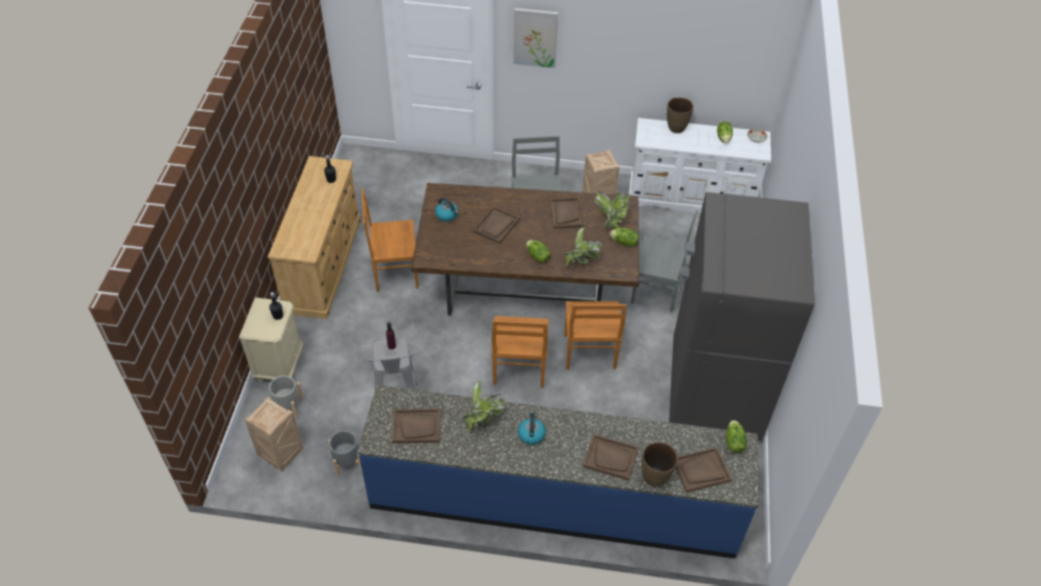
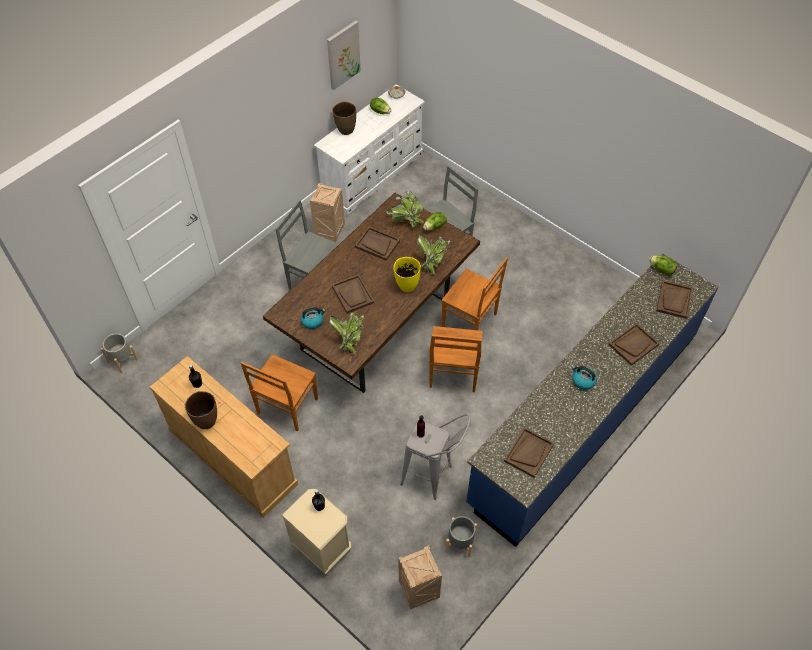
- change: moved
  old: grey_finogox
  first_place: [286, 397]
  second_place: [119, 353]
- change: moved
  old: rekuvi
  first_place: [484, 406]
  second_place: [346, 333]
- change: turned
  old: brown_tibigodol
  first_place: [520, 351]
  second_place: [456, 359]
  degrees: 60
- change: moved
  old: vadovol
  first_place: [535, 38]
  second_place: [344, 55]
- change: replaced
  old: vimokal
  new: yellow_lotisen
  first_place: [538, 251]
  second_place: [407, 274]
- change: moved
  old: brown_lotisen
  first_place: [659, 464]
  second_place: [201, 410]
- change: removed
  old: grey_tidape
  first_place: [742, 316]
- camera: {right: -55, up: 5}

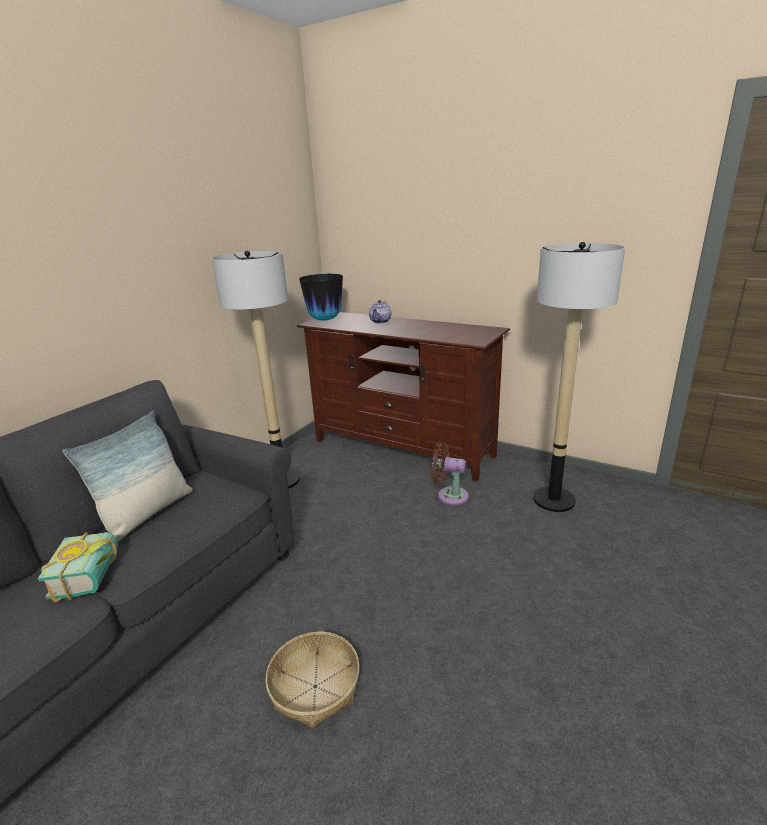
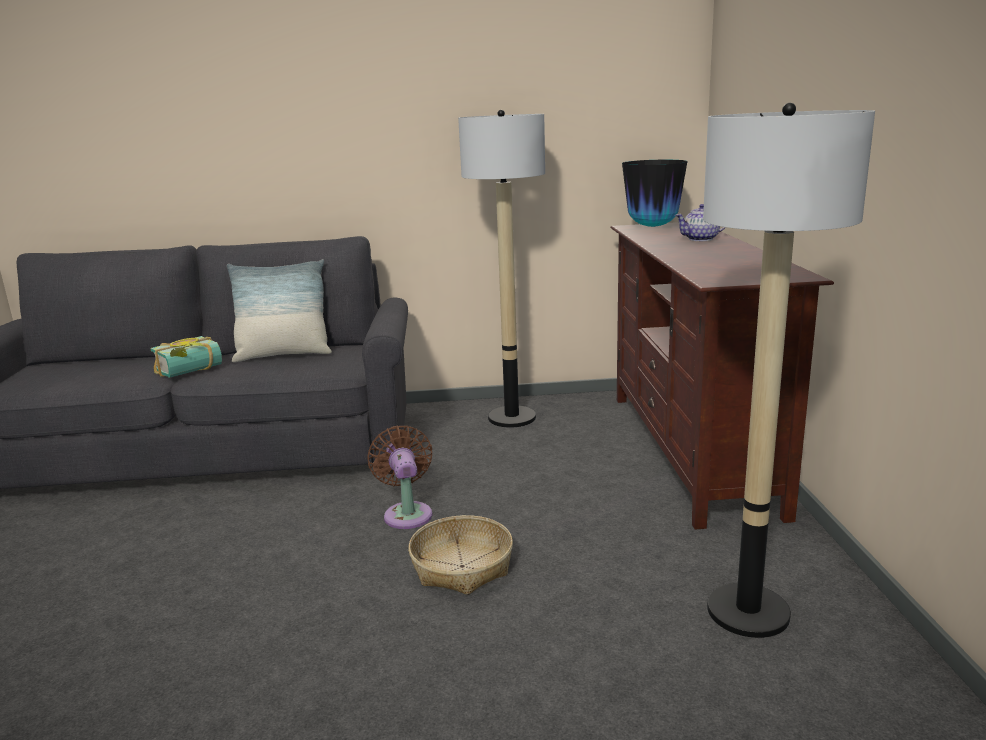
- change: moved
  old: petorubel
  first_place: [313, 680]
  second_place: [460, 555]
- change: moved
  old: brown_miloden
  first_place: [449, 474]
  second_place: [400, 477]
- camera: {right: 55, up: -5}

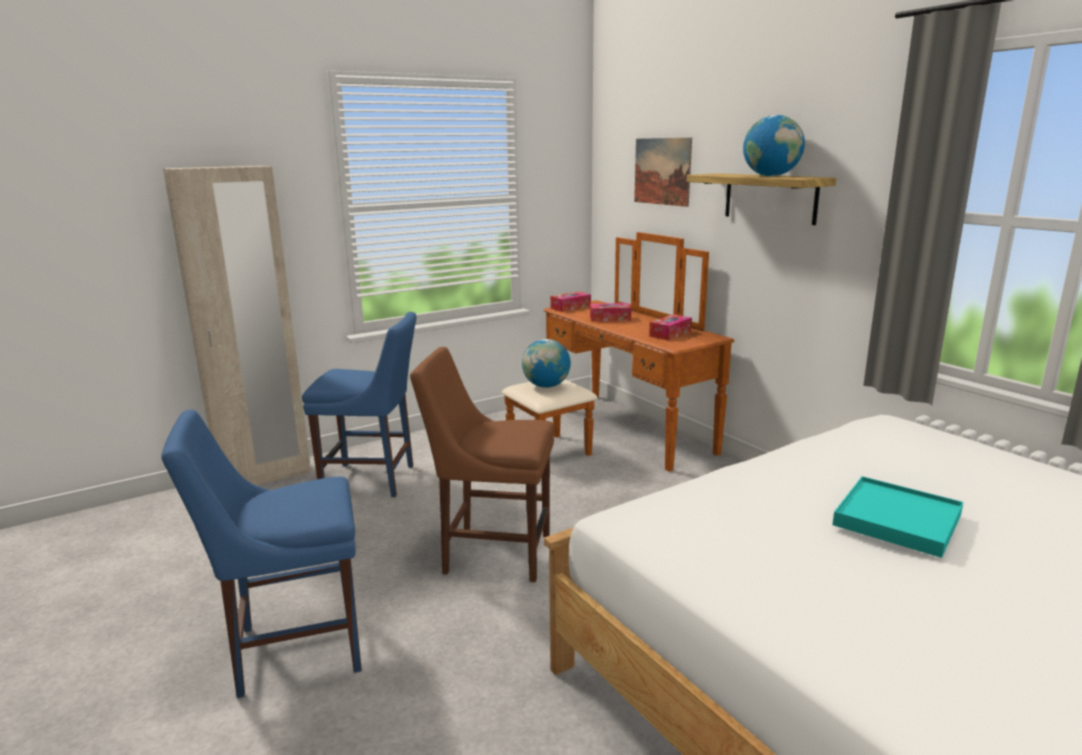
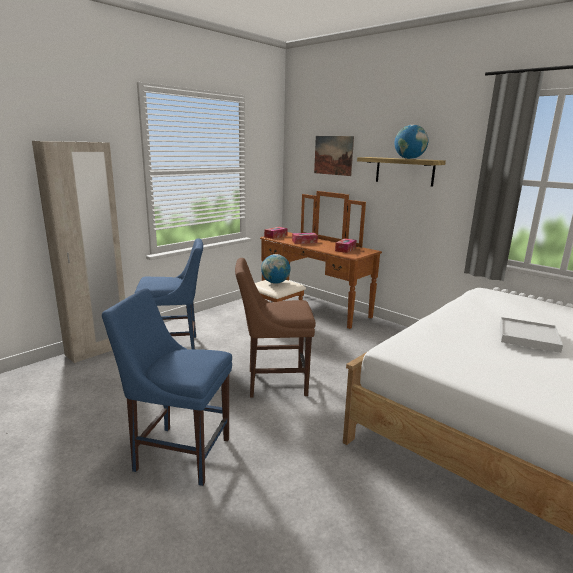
- change: turned
  old: blue_tibigodol
  first_place: [261, 554]
  second_place: [167, 387]
  degrees: 45
- change: recoloured
  old: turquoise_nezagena
  new: white_nezagena
  first_place: [897, 517]
  second_place: [531, 335]
- camera: {right: -15, up: 0}

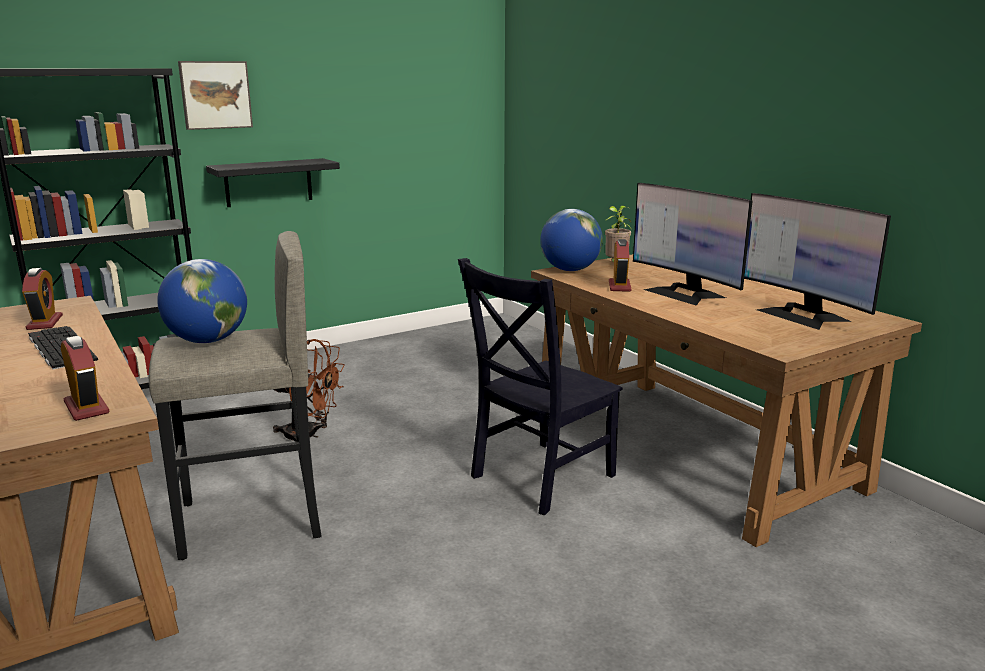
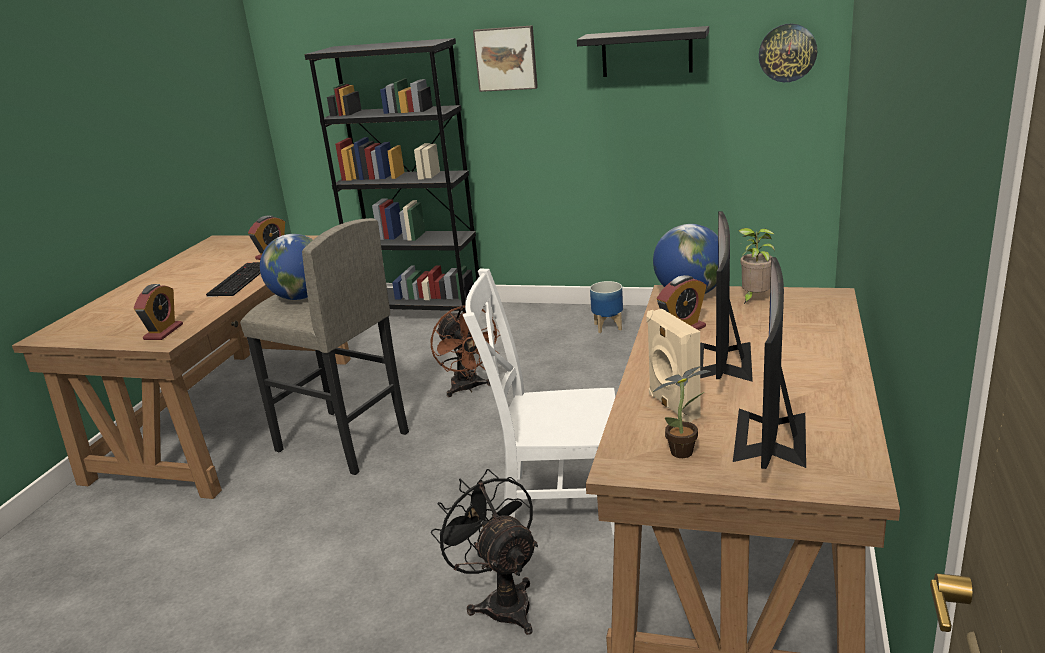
- change: moved
  old: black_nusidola
  first_place: [273, 182]
  second_place: [643, 51]
- change: recoloured
  old: black_tibigodol
  new: white_tibigodol
  first_place: [540, 386]
  second_place: [539, 401]
- change: added
  new: black_miloden
  second_place: [484, 552]
- change: added
  new: finogox
  second_place: [606, 307]
- change: added
  new: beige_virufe
  second_place: [673, 365]
- change: added
  new: rekuvi
  second_place: [682, 412]
- change: added
  new: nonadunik
  second_place: [788, 53]
- camera: {right: 50, up: 5}

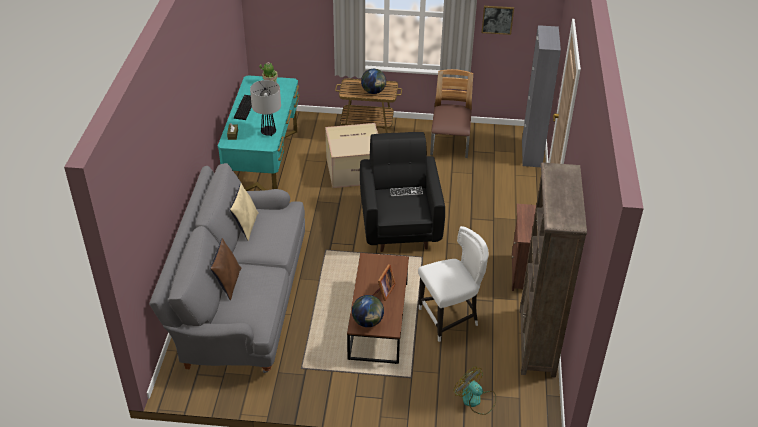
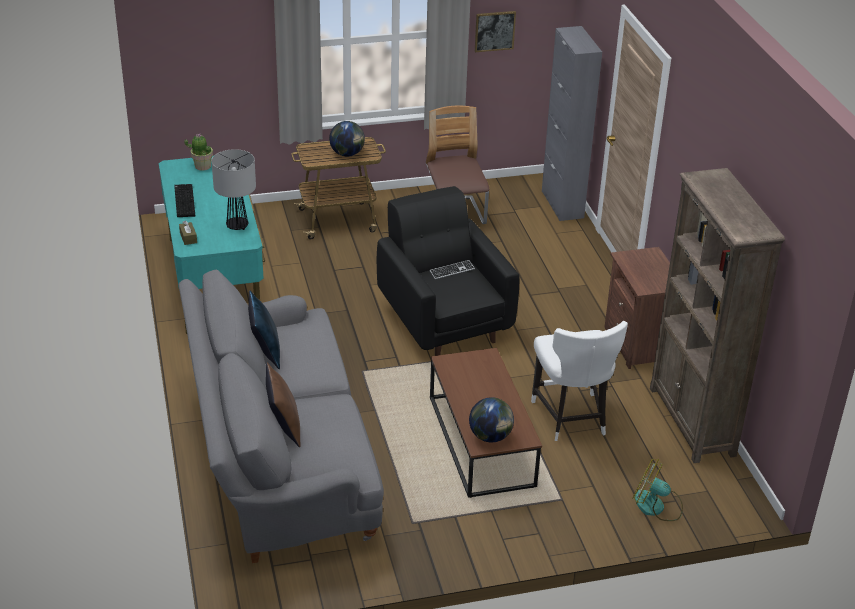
- change: recoloured
  old: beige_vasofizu
  new: blue_vasofizu
  first_place: [244, 212]
  second_place: [264, 330]
- change: removed
  old: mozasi
  first_place: [351, 155]
- change: removed
  old: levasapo
  first_place: [384, 282]
- change: turned
  old: white_tibigodol
  first_place: [453, 284]
  second_place: [579, 381]
  degrees: 120
- camera: {right: -20, up: -5}

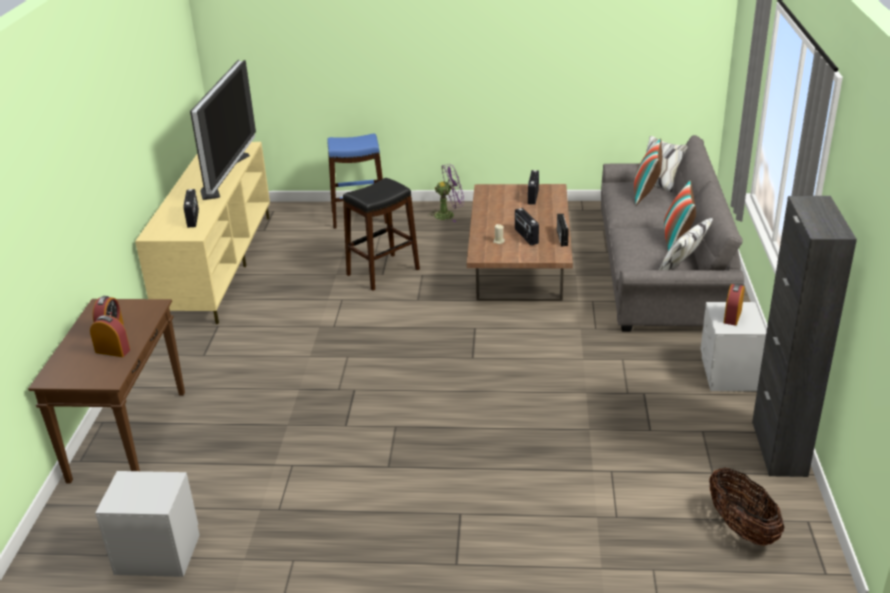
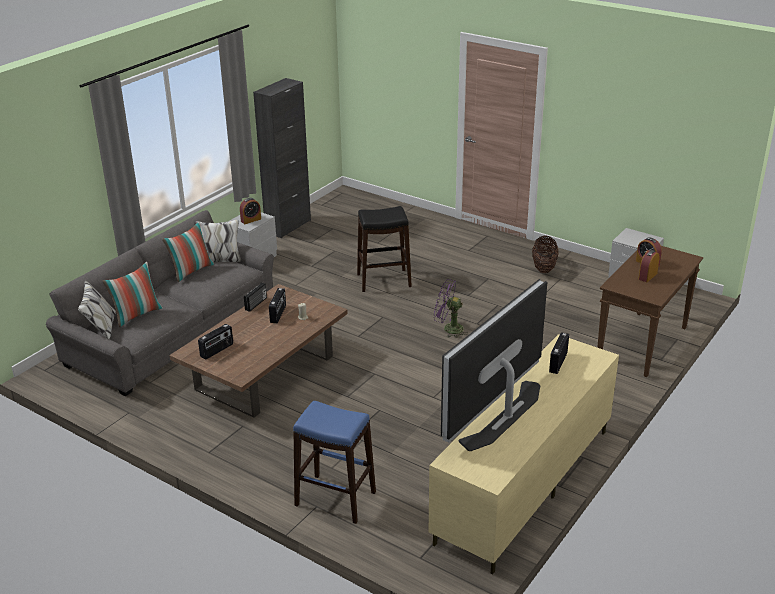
- change: moved
  old: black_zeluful
  first_place: [381, 234]
  second_place: [384, 249]
- change: moved
  old: purple_miloden
  first_place: [445, 193]
  second_place: [450, 308]
- change: moved
  old: petorubel
  first_place: [746, 507]
  second_place: [545, 254]
- camera: {right: -150, up: 0}

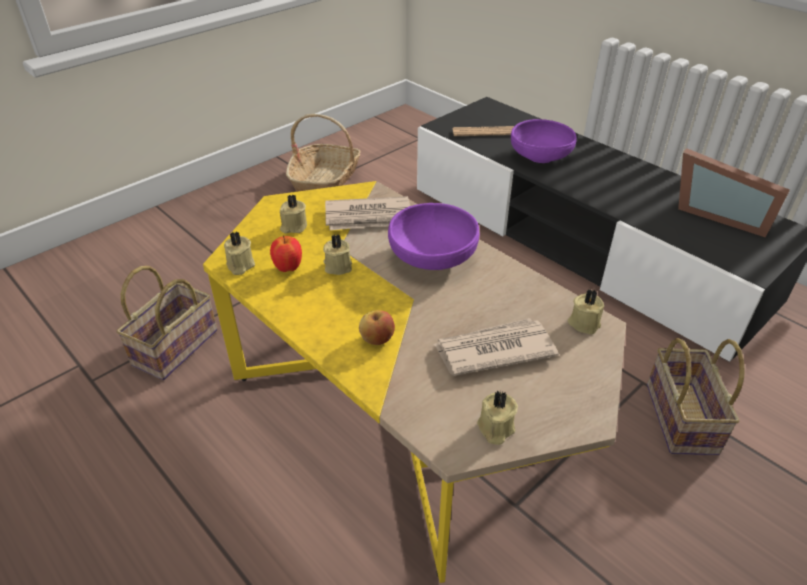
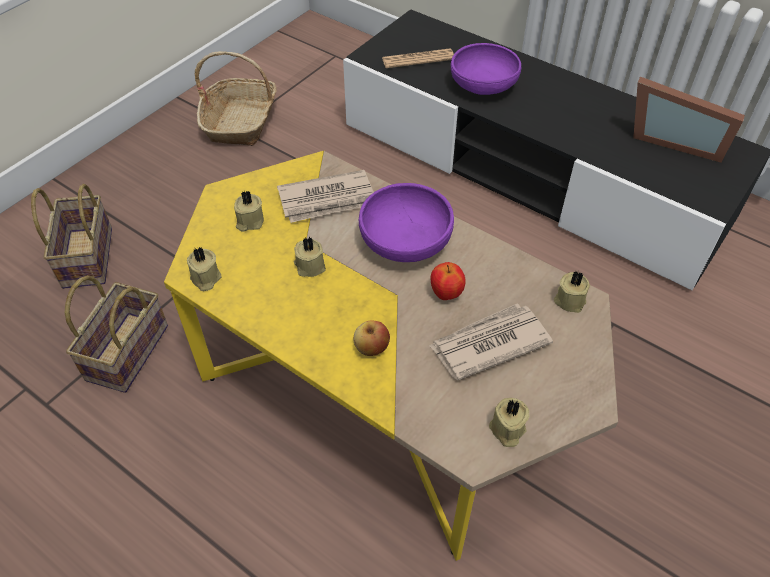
- change: moved
  old: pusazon
  first_place: [286, 253]
  second_place: [448, 281]
- change: moved
  old: petorubel
  first_place: [696, 396]
  second_place: [71, 236]
- camera: {right: -10, up: 10}

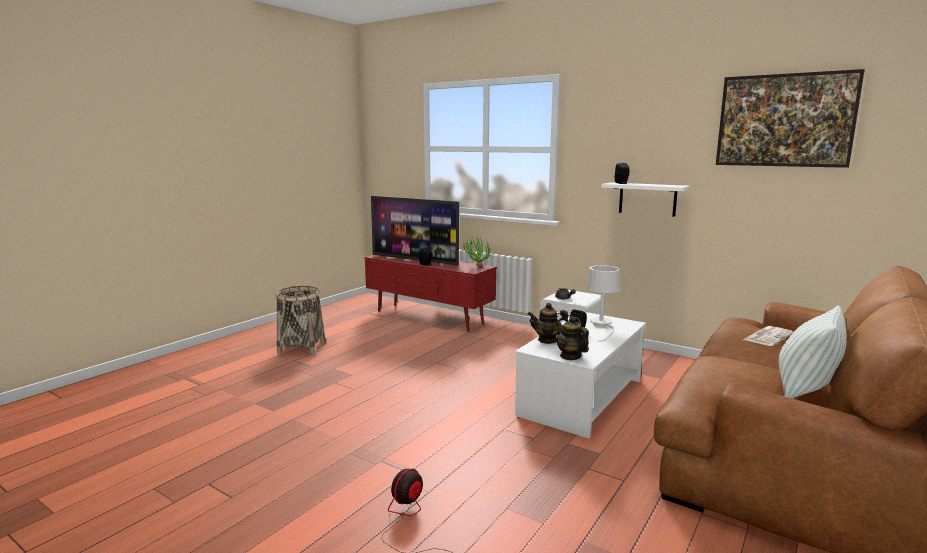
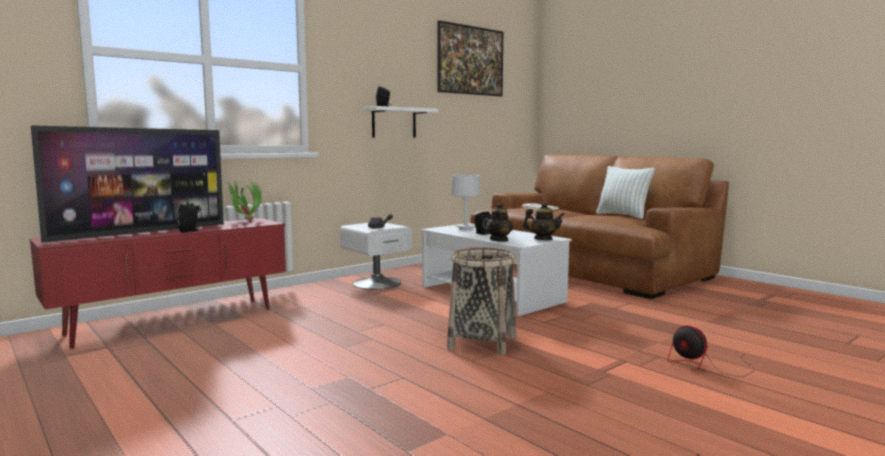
- change: moved
  old: petorubel
  first_place: [301, 320]
  second_place: [481, 301]
- change: turned
  old: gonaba
  first_place: [573, 338]
  second_place: [544, 221]
  degrees: -150
- camera: {right: -75, up: -5}

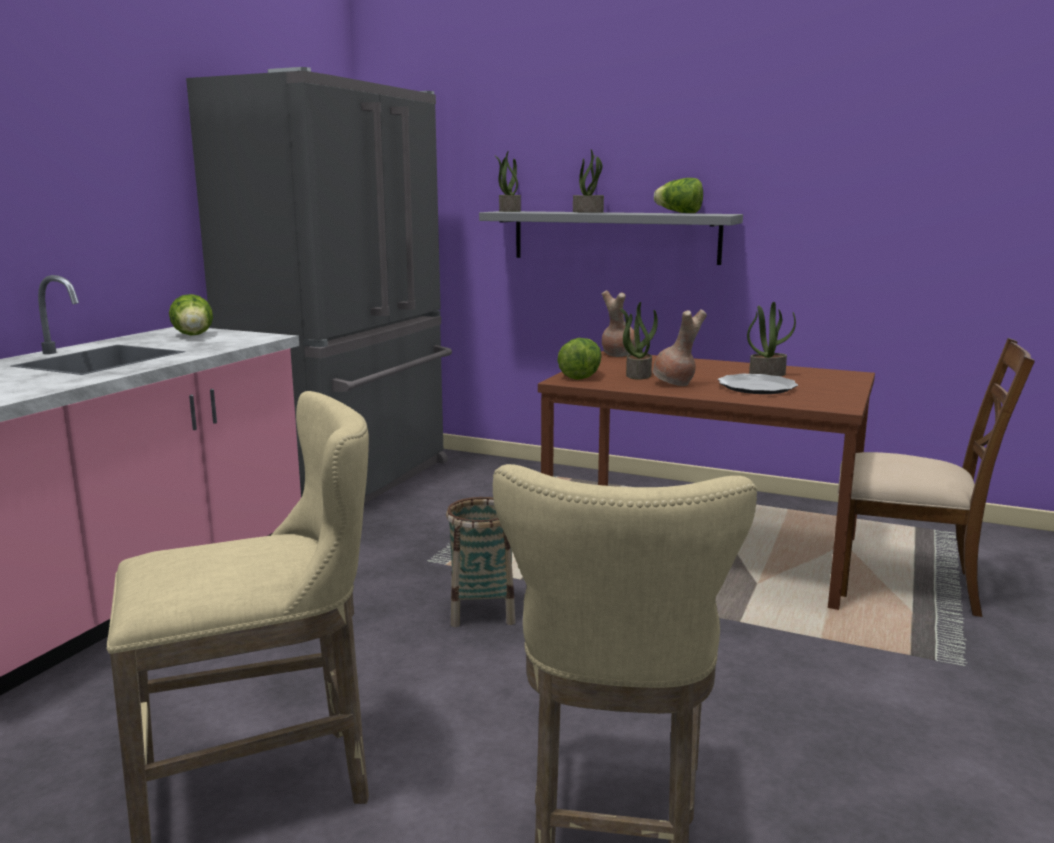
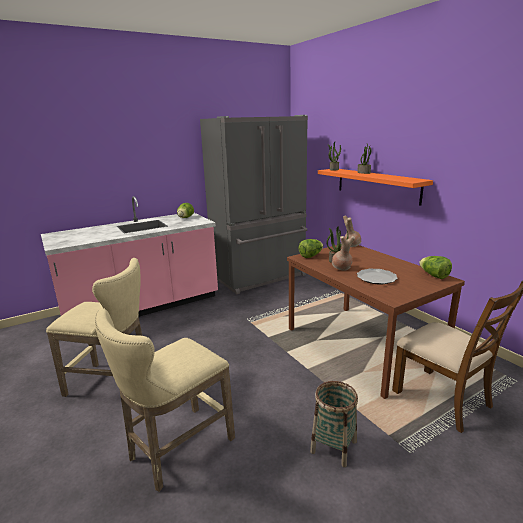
- change: moved
  old: petorubel
  first_place: [481, 562]
  second_place: [334, 424]
- change: recoloured
  old: grey_nusidola
  new: orange_nusidola
  first_place: [611, 238]
  second_place: [375, 187]
- change: moved
  old: vimokal
  first_place: [678, 195]
  second_place: [435, 267]
- change: removed
  old: rekuvi
  first_place: [771, 339]
- camera: {right: 35, up: 5}

